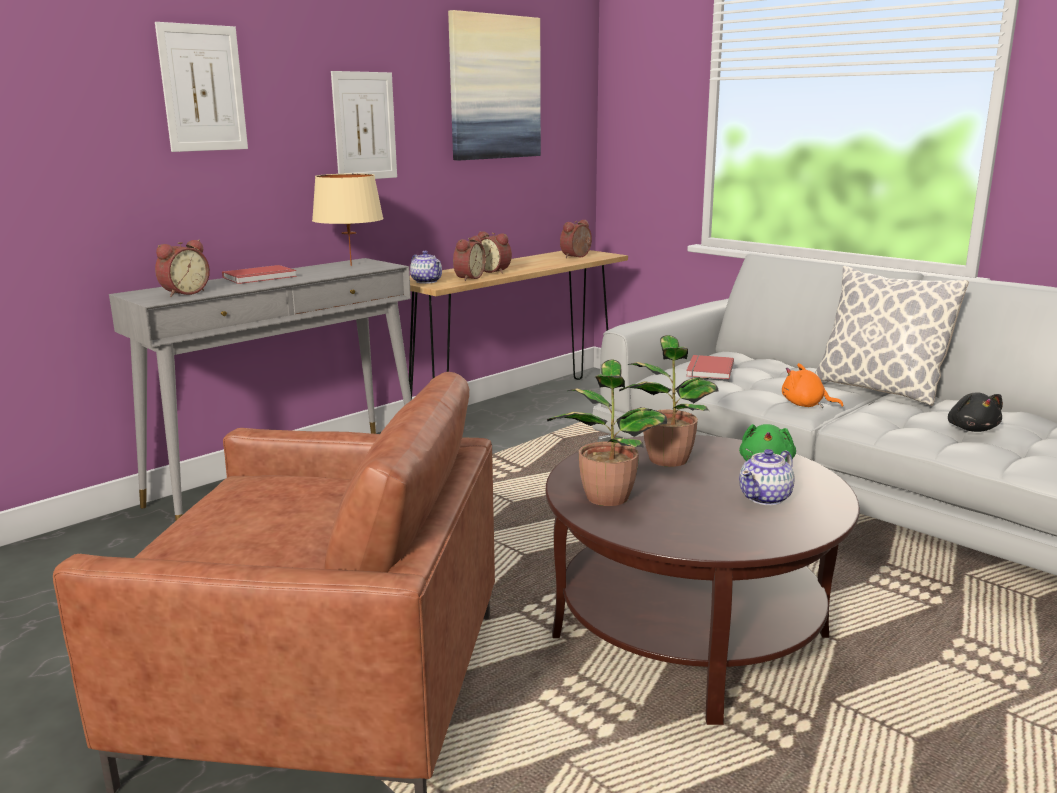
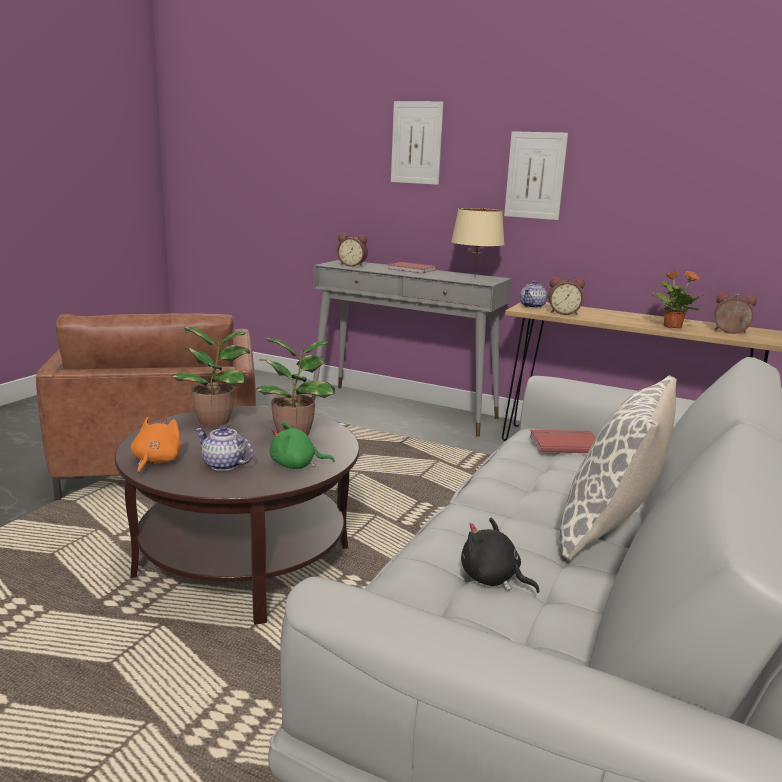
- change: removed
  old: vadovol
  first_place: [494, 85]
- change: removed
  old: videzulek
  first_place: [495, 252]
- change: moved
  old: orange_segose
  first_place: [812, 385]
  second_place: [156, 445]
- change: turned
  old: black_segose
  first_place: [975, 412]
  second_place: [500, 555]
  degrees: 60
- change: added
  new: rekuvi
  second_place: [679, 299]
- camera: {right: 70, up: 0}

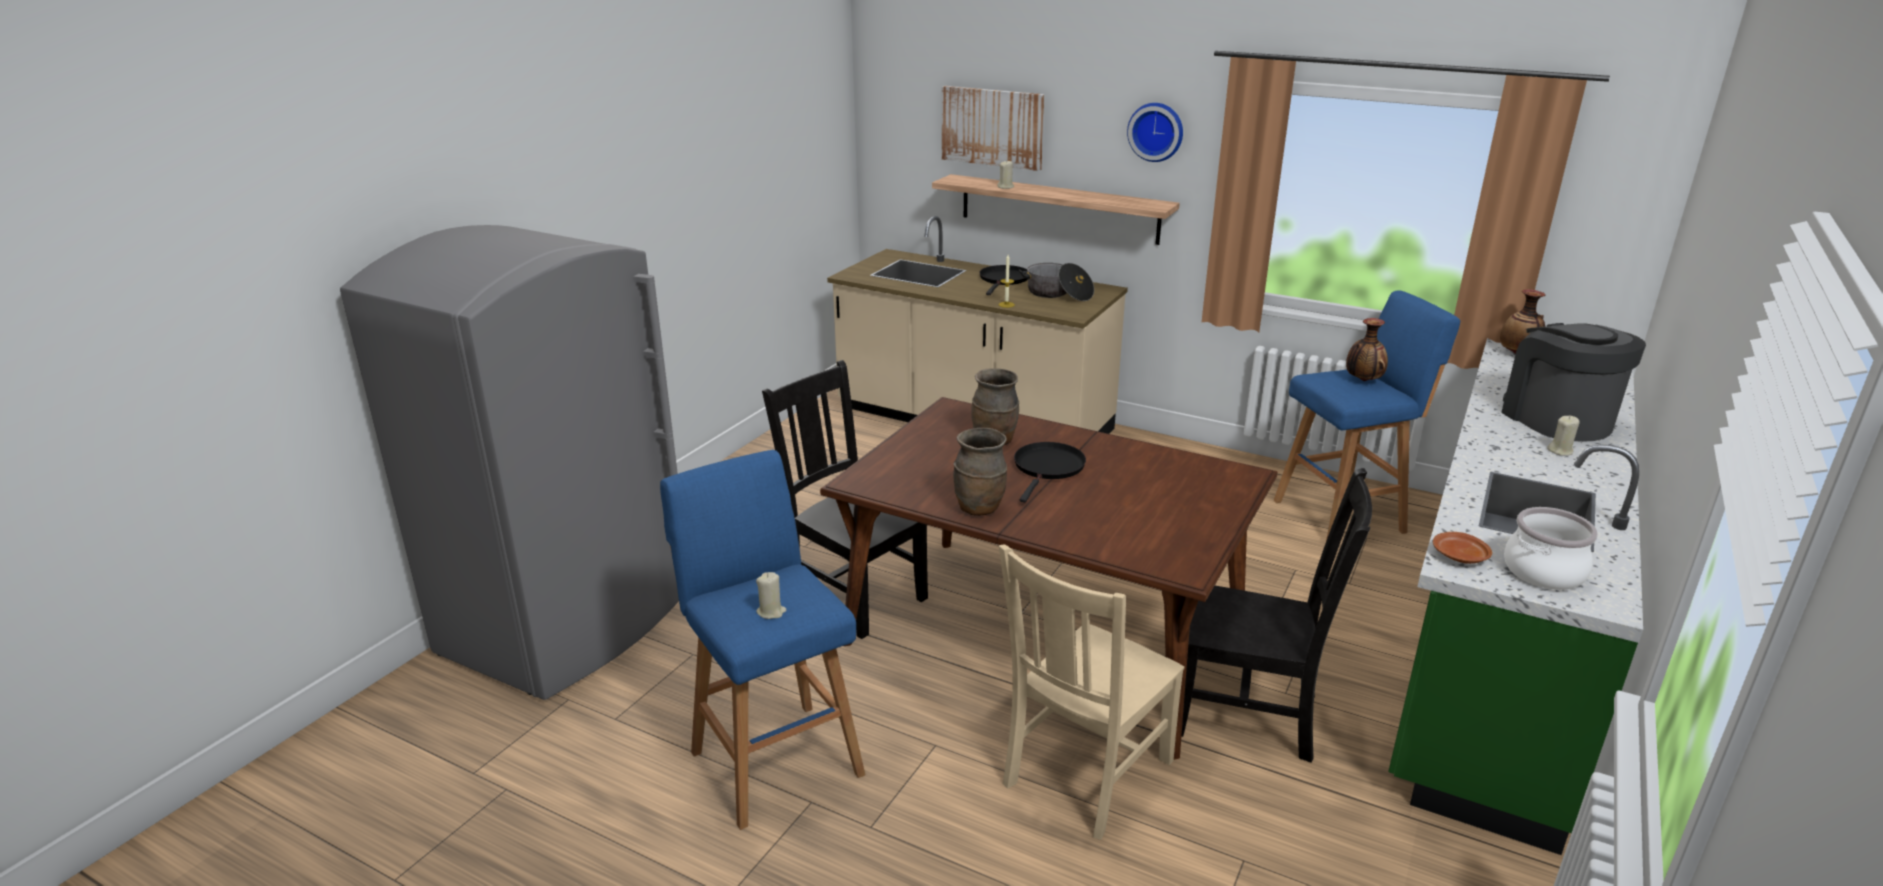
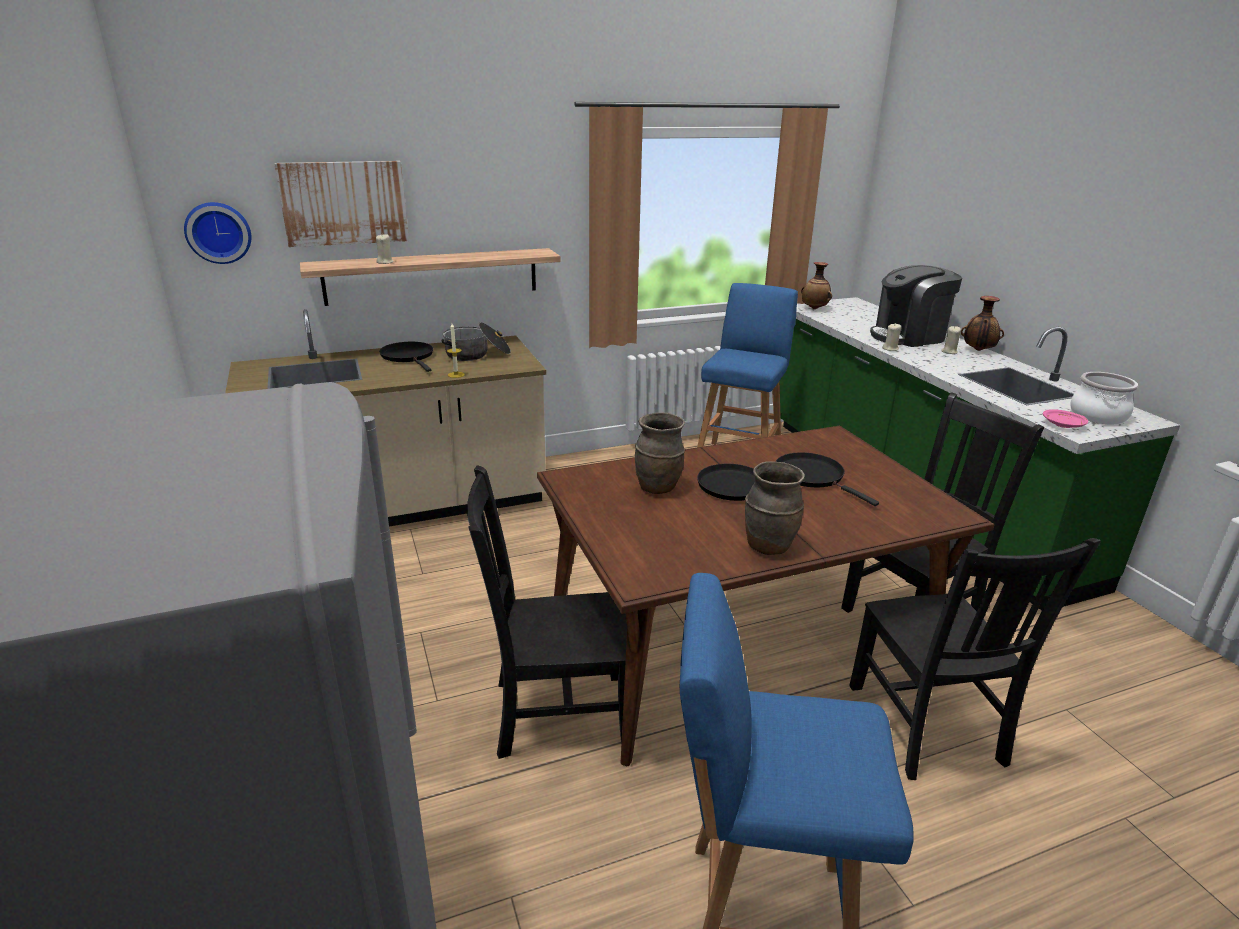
- change: moved
  old: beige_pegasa
  first_place: [771, 595]
  second_place: [891, 337]
- change: recoloured
  old: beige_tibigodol
  new: black_tibigodol
  first_place: [1091, 692]
  second_place: [975, 659]
- change: moved
  old: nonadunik
  first_place: [1155, 132]
  second_place: [217, 233]
- change: moved
  old: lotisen
  first_place: [1367, 349]
  second_place: [982, 323]
- change: recoloured
  old: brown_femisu
  new: pink_femisu
  first_place: [1462, 548]
  second_place: [1065, 418]
- change: turned
  old: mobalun
  first_place: [1573, 382]
  second_place: [916, 306]
  degrees: -45
- change: added
  new: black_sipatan
  second_place: [827, 479]
- camera: {right: -50, up: 0}

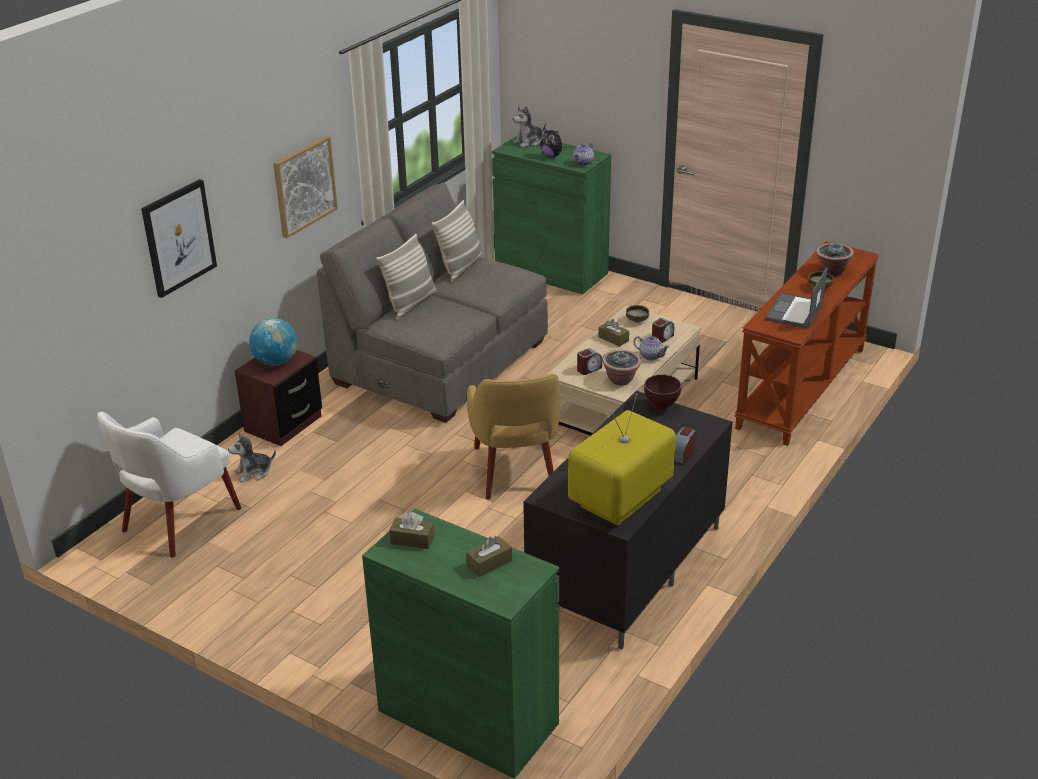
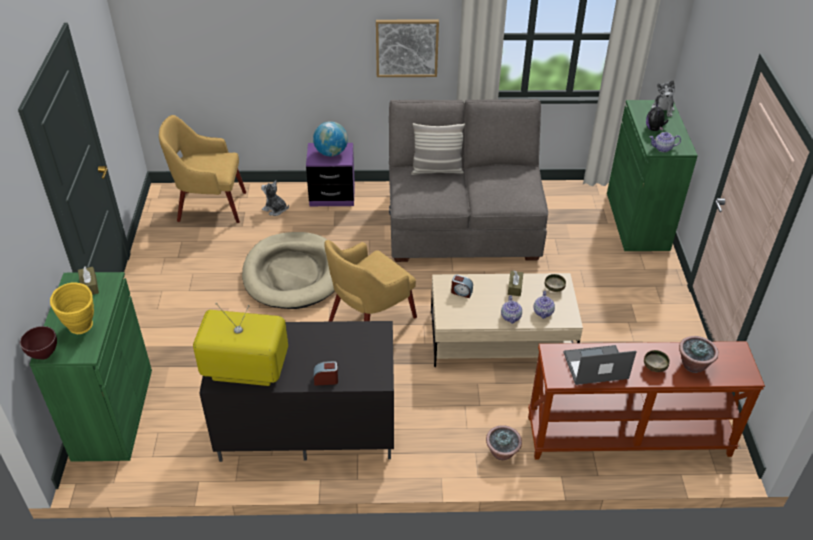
- change: recoloured
  old: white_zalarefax
  new: yellow_zalarefax
  first_place: [169, 484]
  second_place: [202, 169]
- change: removed
  old: vadovol
  first_place: [179, 238]
- change: recoloured
  old: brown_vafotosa
  new: purple_vafotosa
  first_place: [278, 398]
  second_place: [330, 174]
- change: removed
  old: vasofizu
  first_place: [457, 241]
- change: replaced
  old: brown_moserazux
  new: yellow_lotisen
  first_place: [489, 556]
  second_place: [72, 308]
- change: turned
  old: segose
  first_place: [529, 127]
  second_place: [663, 98]
  degrees: -105
- change: moved
  old: rekuvi
  first_place: [621, 367]
  second_place: [504, 442]
- change: moved
  old: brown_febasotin
  first_place: [662, 392]
  second_place: [38, 343]
- change: replaced
  old: videzulek
  new: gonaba
  first_place: [663, 330]
  second_place: [544, 305]
- change: added
  new: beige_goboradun
  second_place: [288, 270]
- camera: {right: 55, up: 10}

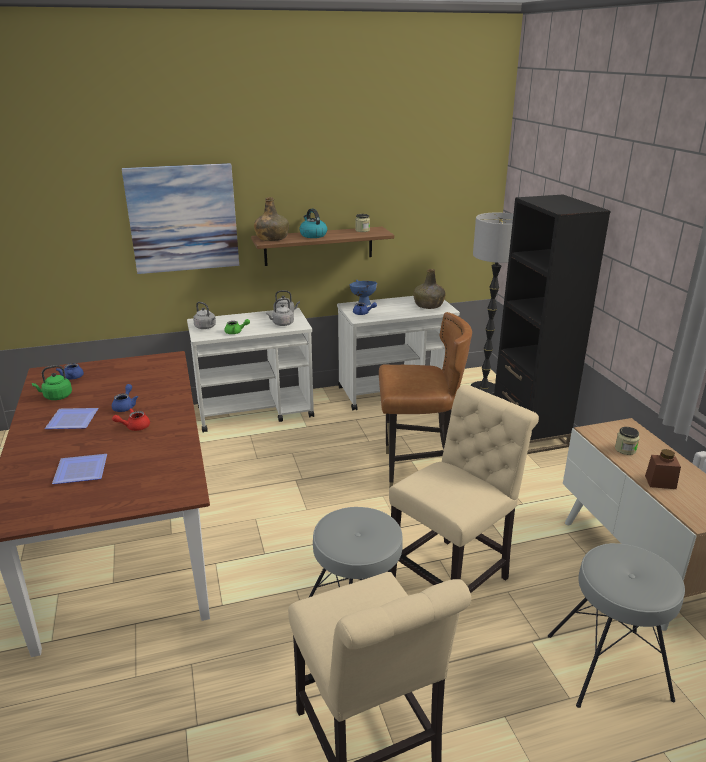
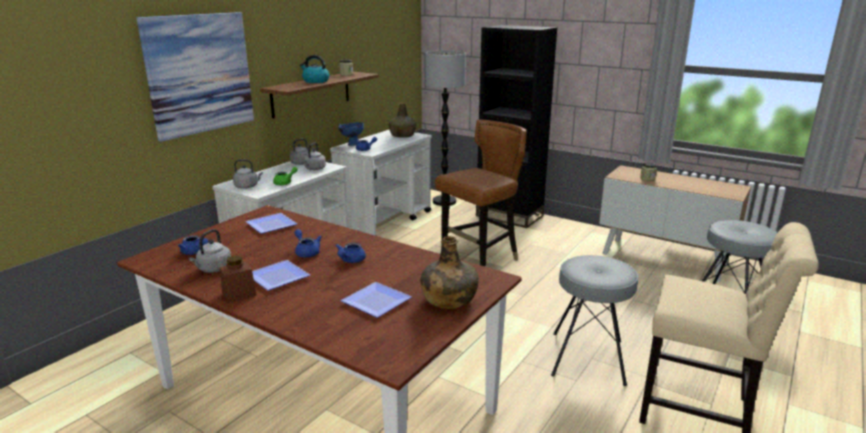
- change: recoloured
  old: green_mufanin
  new: grey_mufanin
  first_place: [52, 382]
  second_place: [210, 251]
- change: recoloured
  old: red_gonaba
  new: blue_gonaba
  first_place: [131, 419]
  second_place: [350, 252]
- change: moved
  old: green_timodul
  first_place: [271, 219]
  second_place: [450, 272]
- change: removed
  old: beige_tibigodol
  first_place: [464, 489]
- change: moved
  old: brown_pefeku
  first_place: [663, 469]
  second_place: [238, 279]
- change: added
  new: femisu
  second_place: [271, 223]
- camera: {right: -40, up: -5}

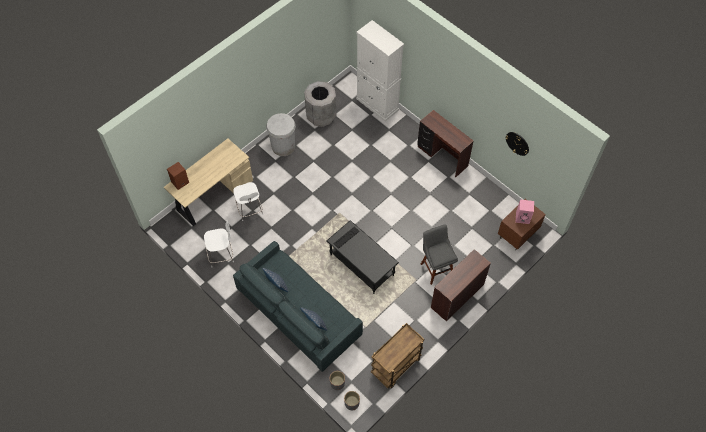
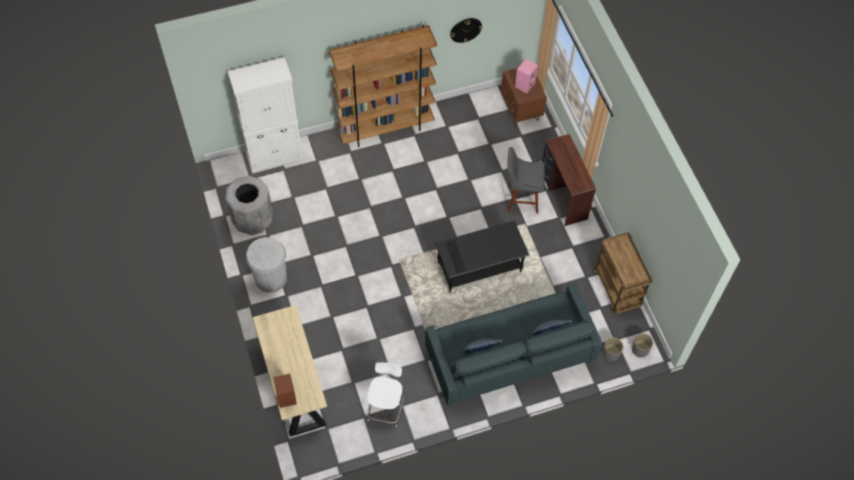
- change: removed
  old: white_tibigodol
  first_place: [248, 201]
- change: replaced
  old: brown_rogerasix
  new: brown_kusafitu
  first_place: [445, 144]
  second_place: [383, 86]
- camera: {right: -65, up: 0}

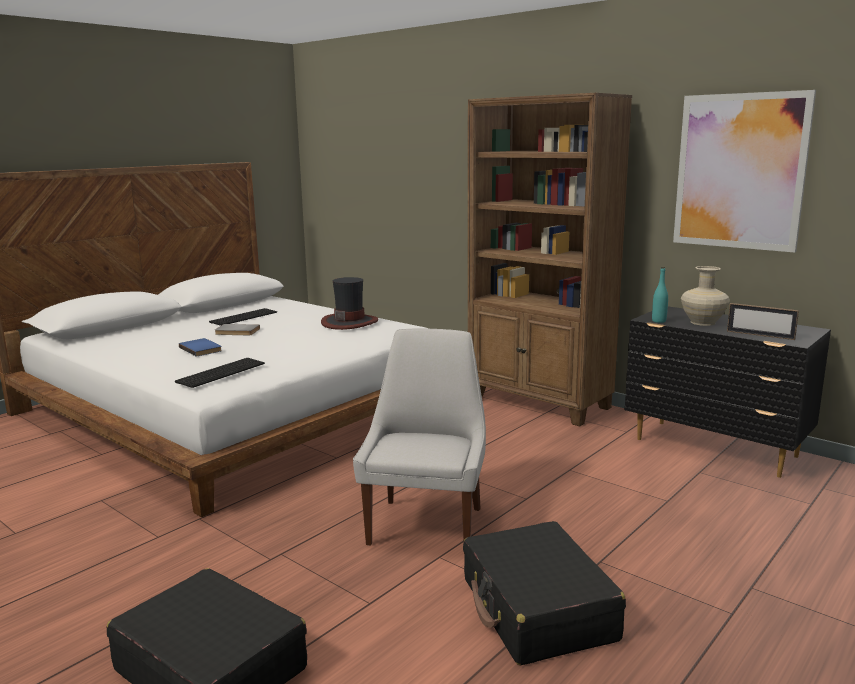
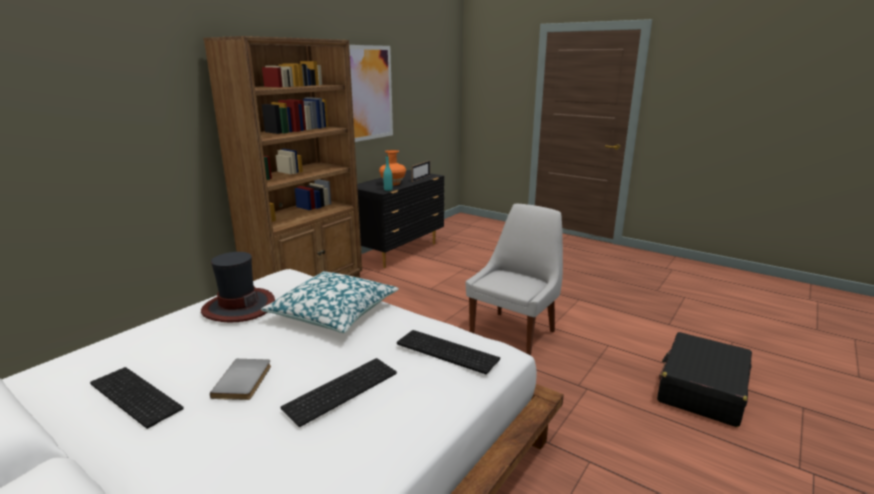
- change: replaced
  old: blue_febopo
  new: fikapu
  first_place: [200, 347]
  second_place: [339, 392]
- change: turned
  old: white_tibigodol
  first_place: [419, 436]
  second_place: [514, 279]
  degrees: 120
- change: removed
  old: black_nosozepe
  first_place: [544, 593]
- change: recoloured
  old: beige_lotisen
  new: orange_lotisen
  first_place: [705, 296]
  second_place: [392, 167]
- change: added
  new: vasofizu
  second_place: [330, 302]
- camera: {right: -95, up: 5}

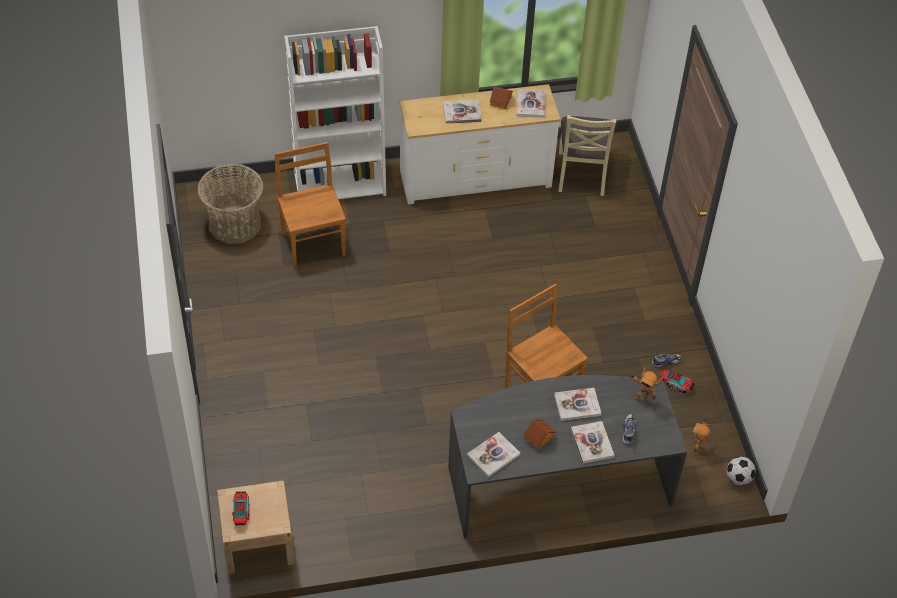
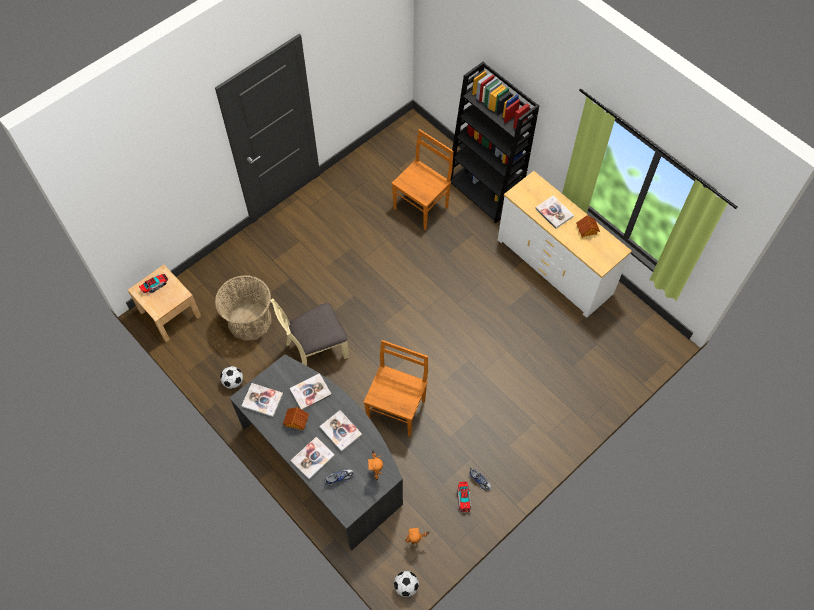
- change: moved
  old: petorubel
  first_place: [230, 204]
  second_place: [243, 308]
- change: recoloured
  old: white_kusafitu
  new: black_kusafitu
  first_place: [335, 112]
  second_place: [494, 143]
- change: moved
  old: febopo
  first_place: [531, 103]
  second_place: [311, 391]
- change: moved
  old: beige_tibigodol
  first_place: [587, 155]
  second_place: [309, 332]
- change: added
  new: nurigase
  second_place: [231, 377]
- camera: {right: 60, up: 10}

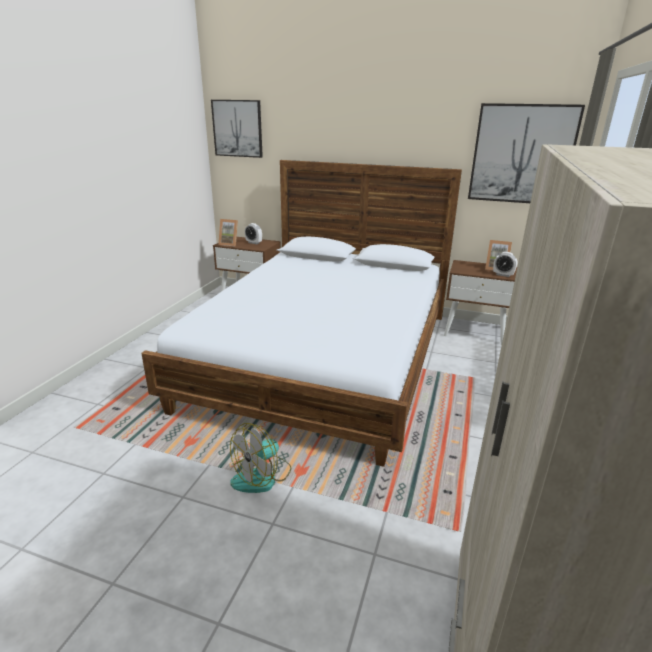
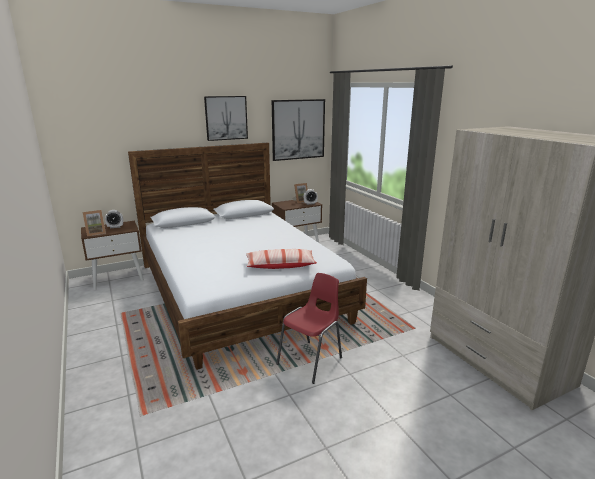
- change: moved
  old: vadovol
  first_place: [237, 129]
  second_place: [226, 118]
- change: replaced
  old: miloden
  new: red_tibigodol
  first_place: [260, 458]
  second_place: [309, 328]
- change: added
  new: vasofizu
  second_place: [281, 259]
- camera: {right: -45, up: -5}

